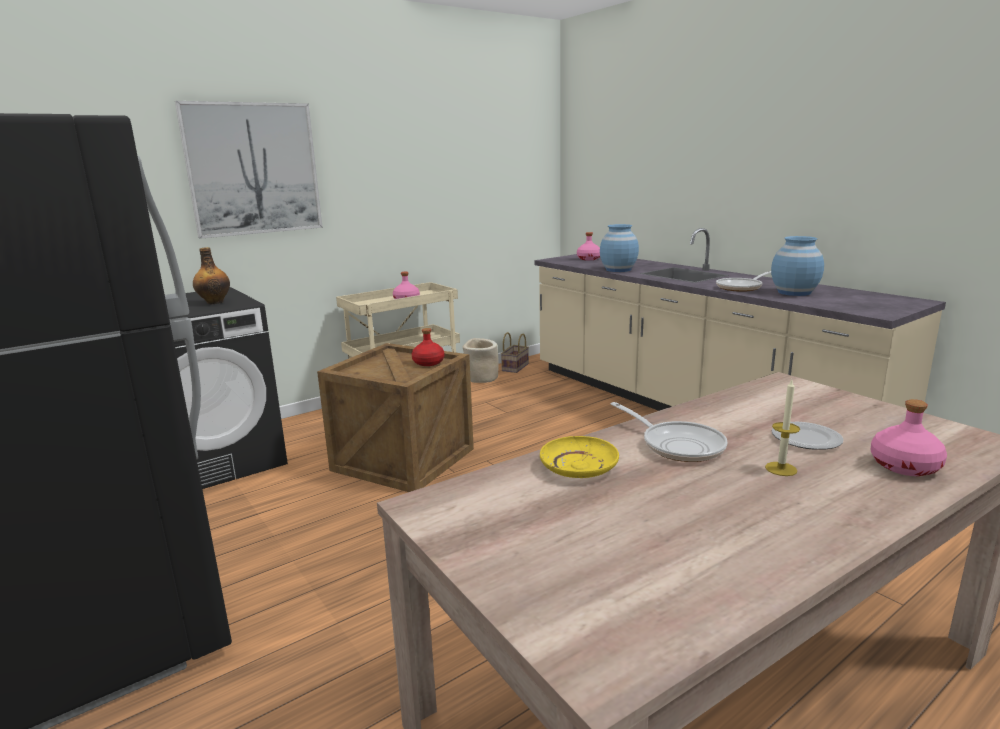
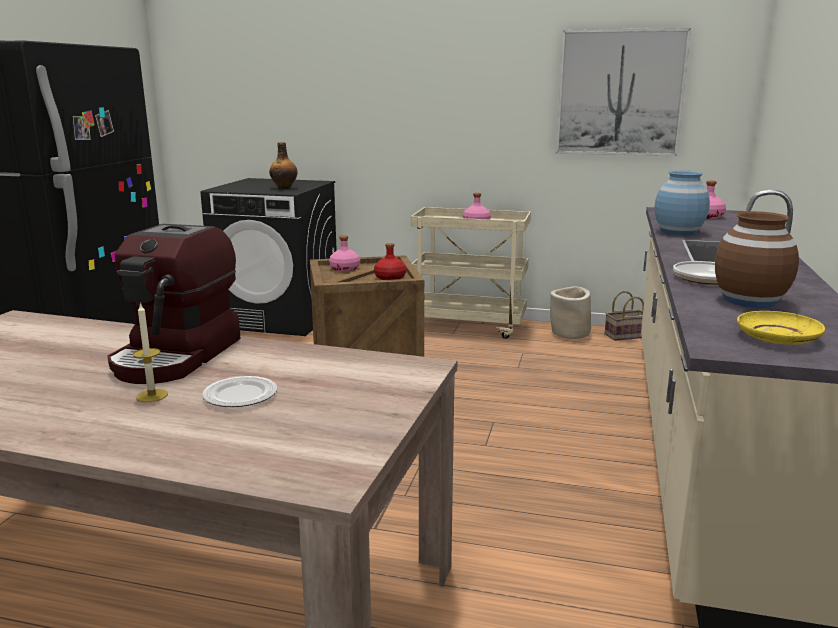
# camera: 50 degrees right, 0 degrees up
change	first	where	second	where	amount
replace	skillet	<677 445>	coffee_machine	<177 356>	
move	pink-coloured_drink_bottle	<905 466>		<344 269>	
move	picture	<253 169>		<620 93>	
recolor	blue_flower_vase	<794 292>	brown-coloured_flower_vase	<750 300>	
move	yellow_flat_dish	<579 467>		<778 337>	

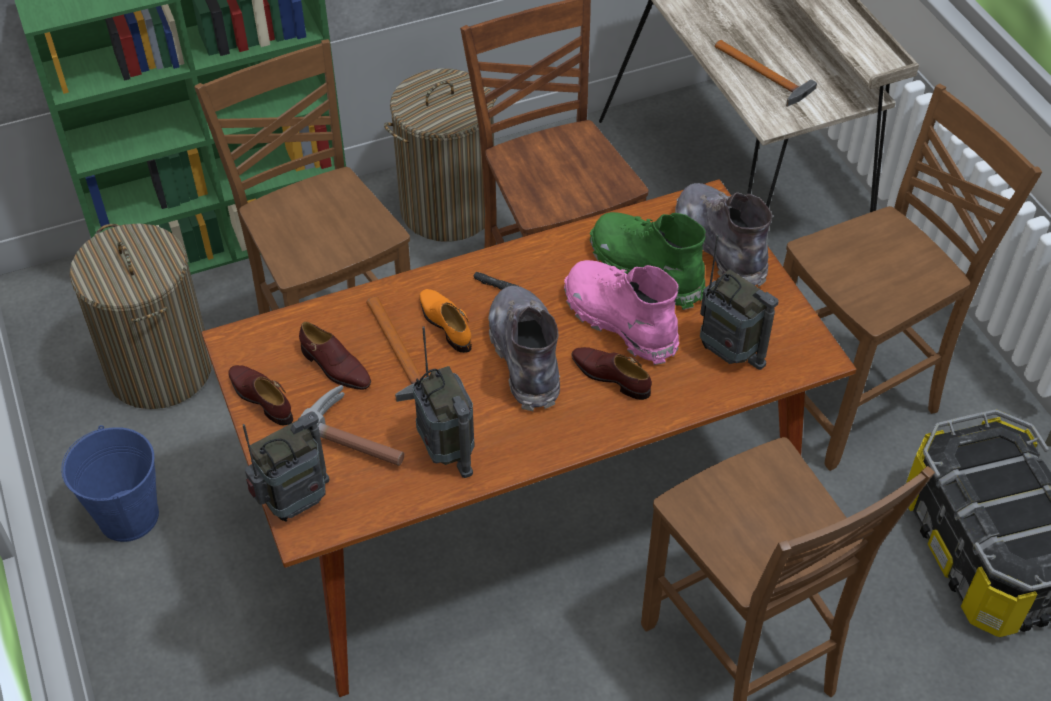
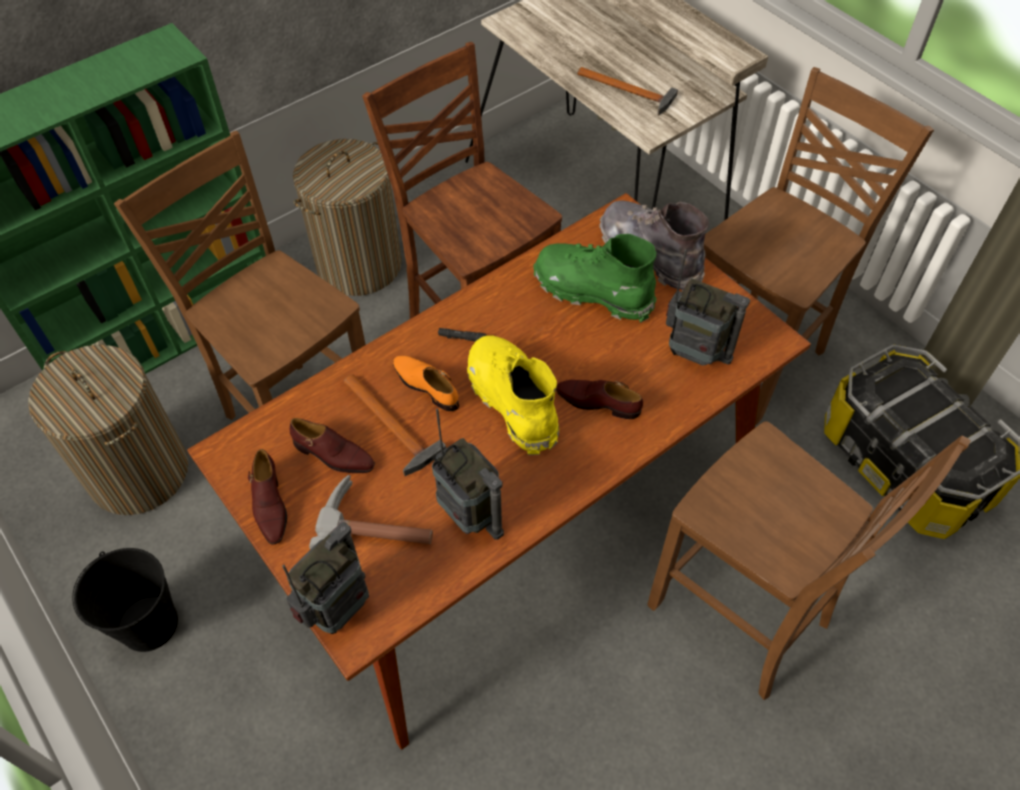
# camera: 15 degrees left, 5 degrees up
change	first	where	second	where	amount
recolor	blue_pail	<129 516>	blackish_pail	<149 623>	
rotate	brown-coloured_shoe	<261 398>		<269 505>	135 degrees counterclockwise
recolor	grey_tall_boot	<525 357>	yellow_tall_boot	<512 401>	
delete	pink-coloured_tall_boot	<620 321>			

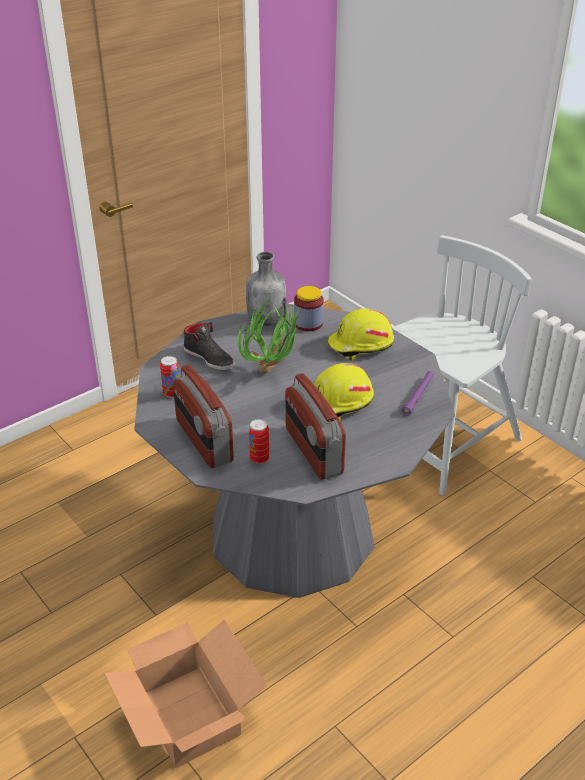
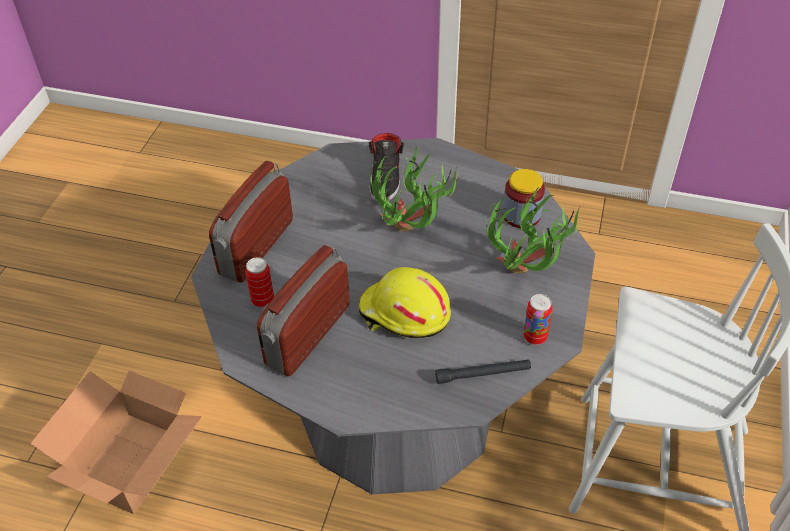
# camera: 55 degrees right, 10 degrees up
change	first	where	second	where	amount
recolor	purple_flashlight	<418 396>	blackish_flashlight	<483 374>	
replace	yellow_work_helmet	<360 345>	plant_in_a_pot	<526 277>	
move	sealed_can	<172 393>		<535 337>	
delete	grey_drink_bottle	<267 320>			

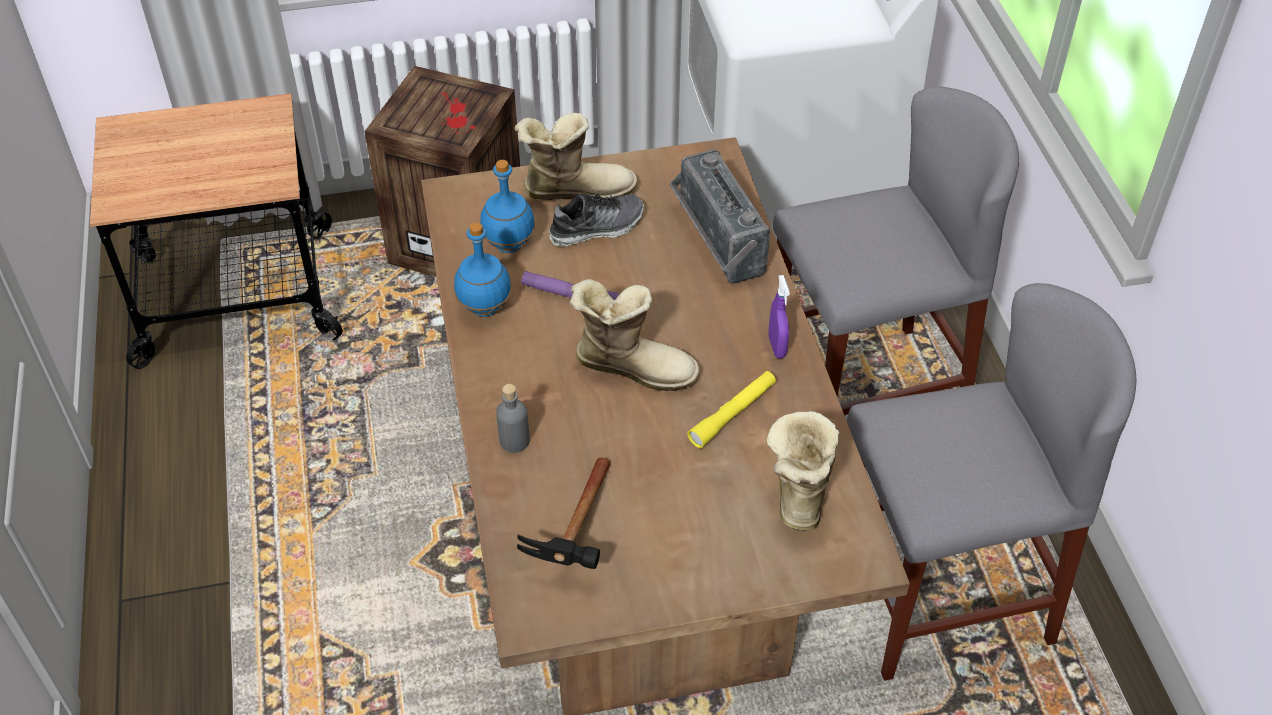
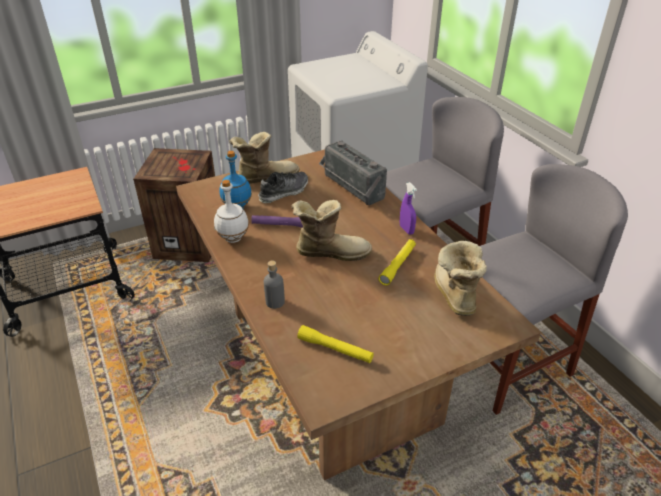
# camera: 15 degrees left, 10 degrees down
change	first	where	second	where	amount
recolor	blue_drink_bottle	<485 307>	white_drink_bottle	<233 238>	
replace	tool_hammer	<577 541>	yellow_flashlight	<335 349>	

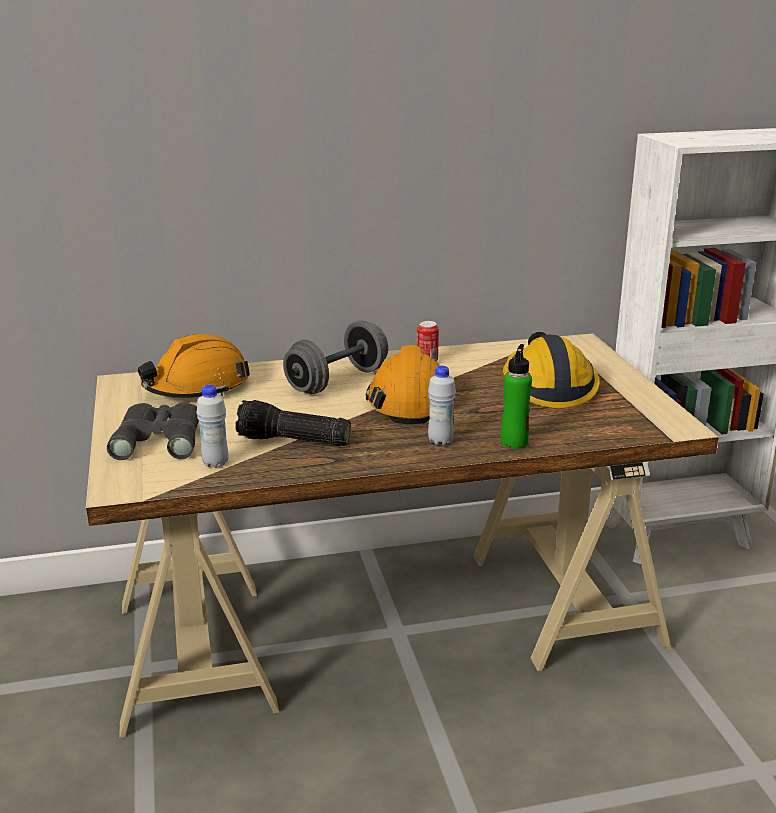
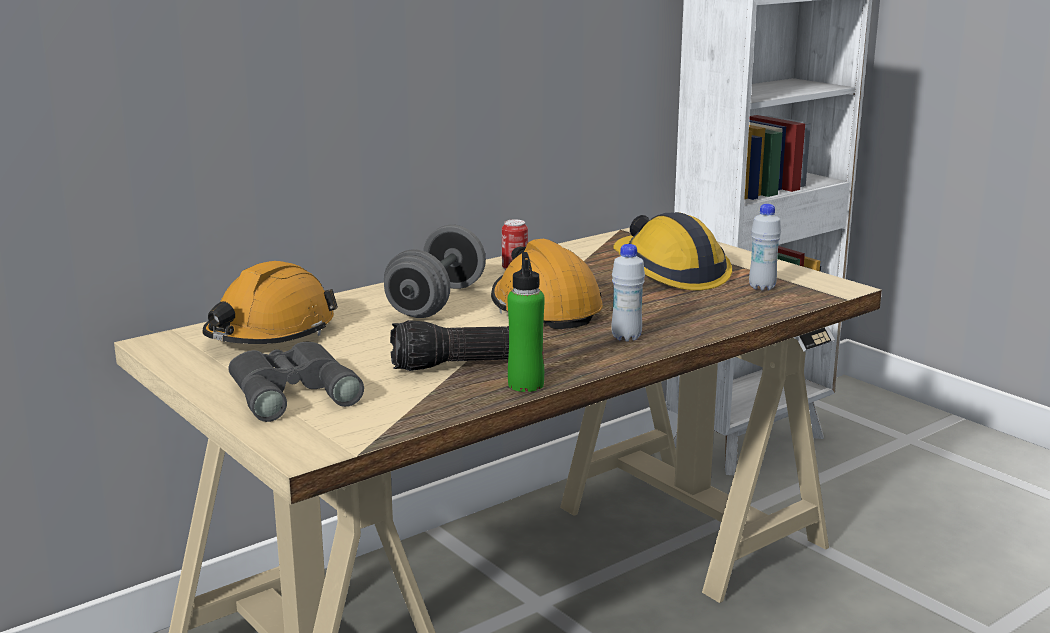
# camera: 25 degrees left, 5 degrees down
change	first	where	second	where	amount
move	green_drink_bottle	<514 442>		<526 384>	
move	white_drink_bottle	<215 463>		<762 287>	

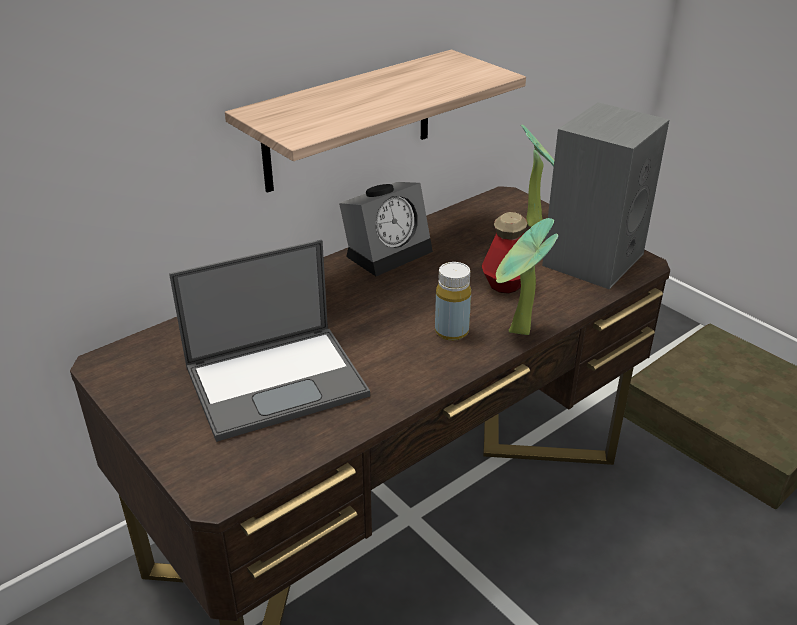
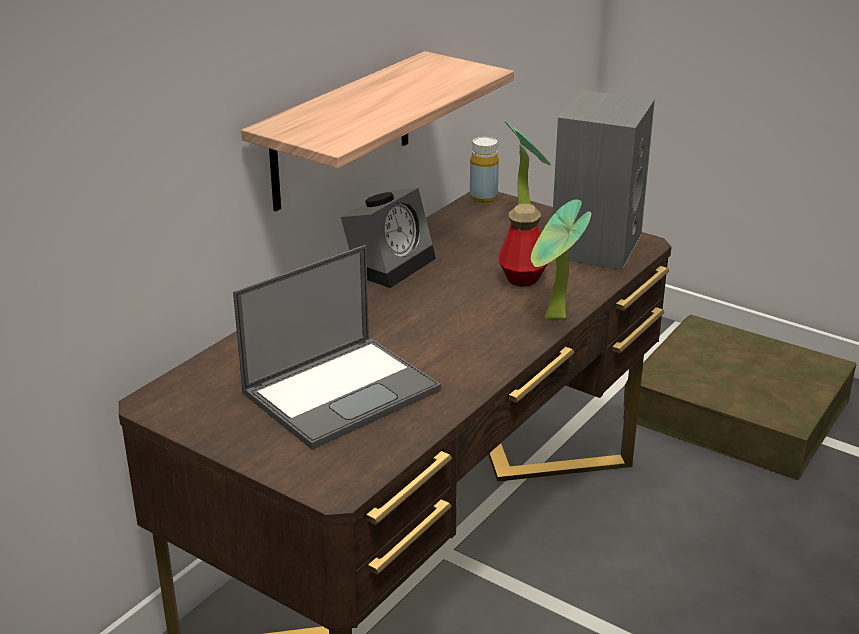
# camera: 15 degrees left, 5 degrees down
change	first	where	second	where	amount
move	yellow_drink_bottle	<451 331>		<483 197>	

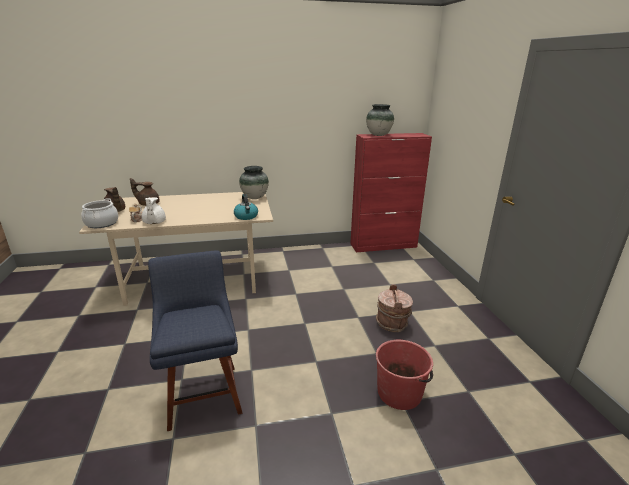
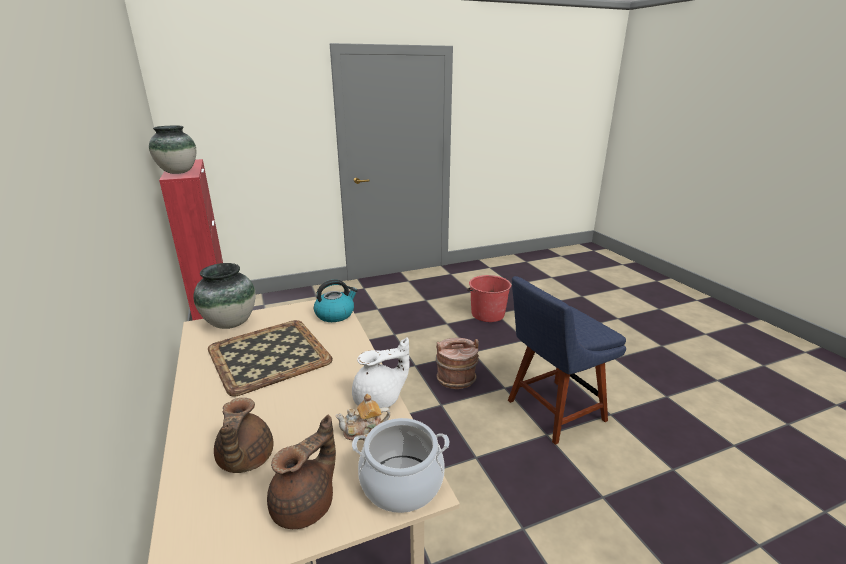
# camera: 100 degrees left, 0 degrees up
change	first	where	second	where	amount
insert			serving_tray	<268 355>	
move	brown-coloured_pail	<392 323>		<456 378>	

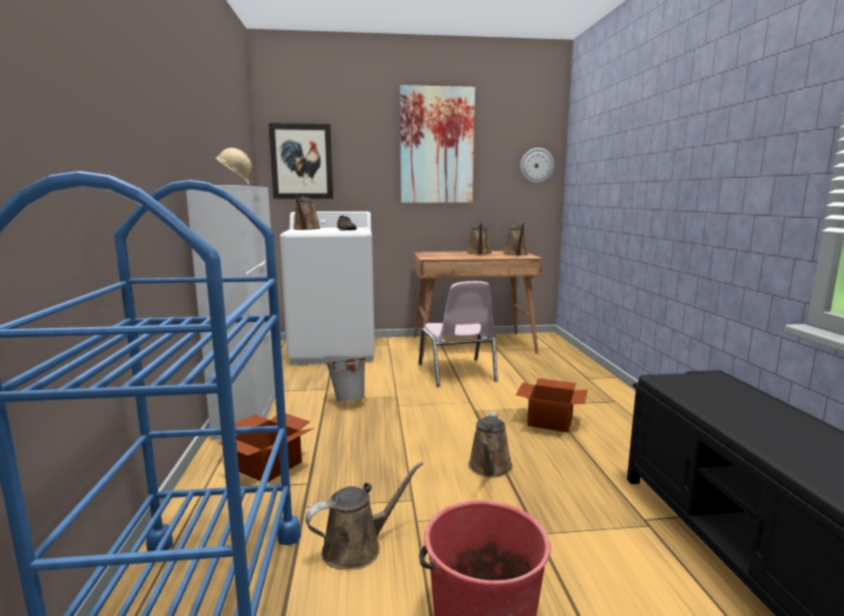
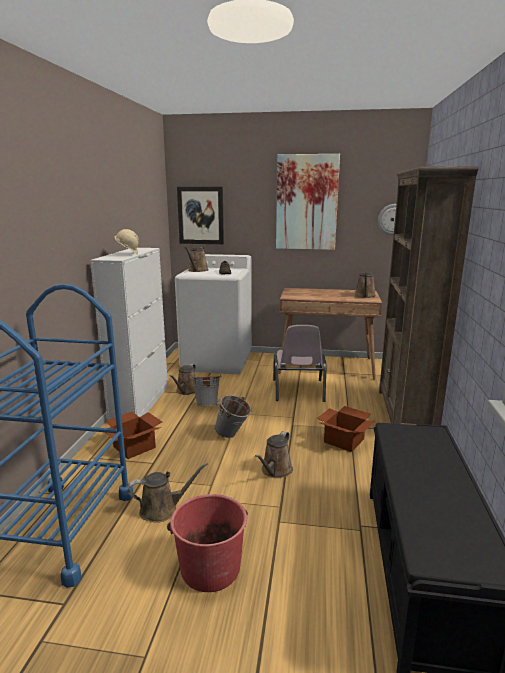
# camera: 15 degrees right, 5 degrees up
change	first	where	second	where	amount
move	brown-coloured_sprinkling_can	<479 253>		<186 391>	
insert			grey_pail	<233 436>	
insert			brown-coloured_bookshelf	<405 414>	

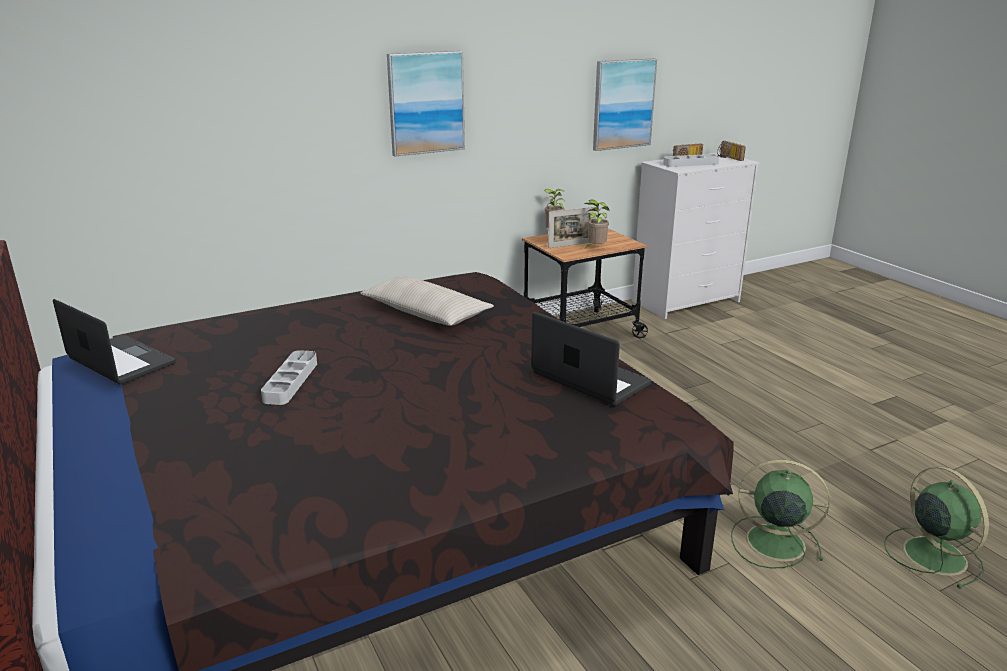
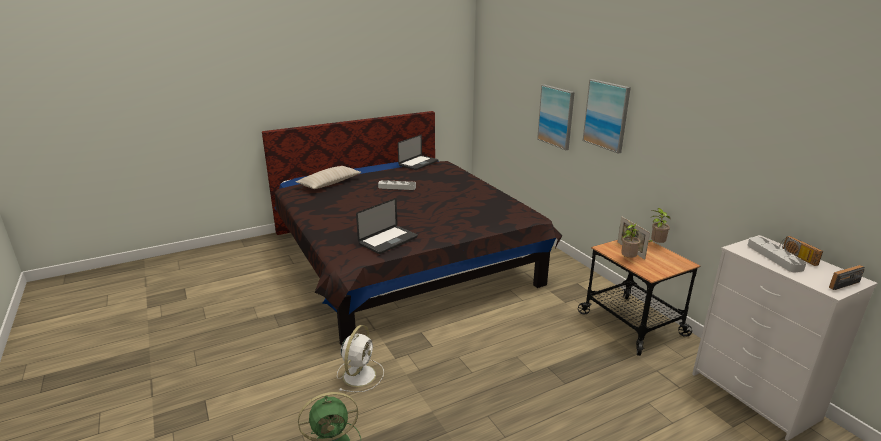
# camera: 90 degrees right, 0 degrees up
change	first	where	second	where	amount
move	beige-coloured_cushion	<426 313>		<329 183>	
recolor	green_fan	<772 542>	white_fan	<360 374>	
move	picture	<623 104>		<556 116>	

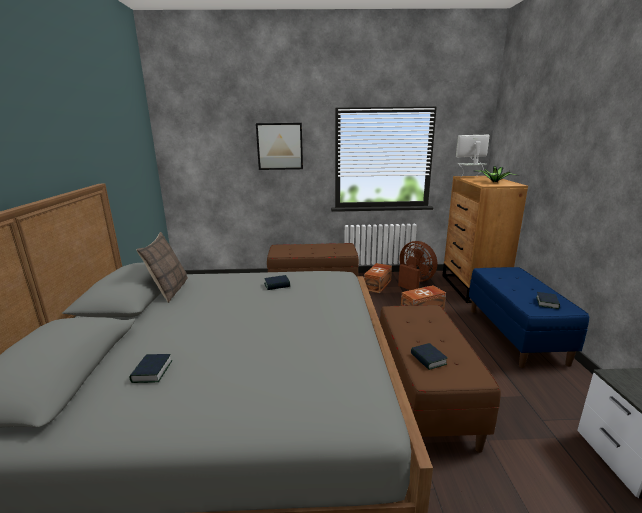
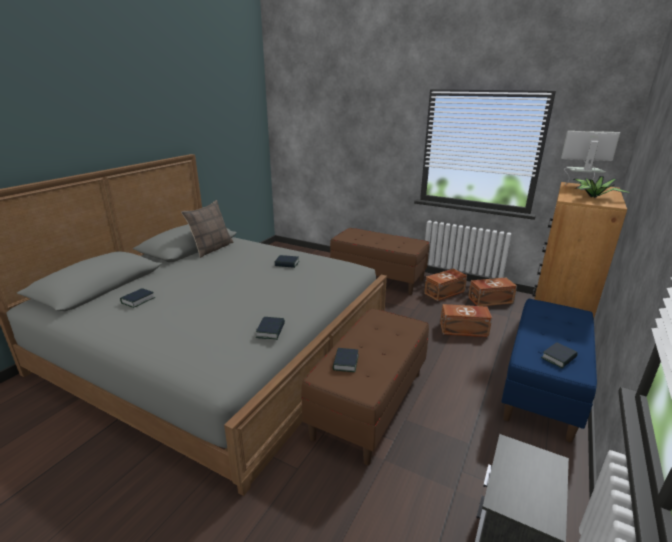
# camera: 30 degrees right, 5 degrees up
change	first	where	second	where	amount
insert			book	<271 331>	
replace	brown-coloured_fan	<414 282>	brown-coloured_storage_box	<489 300>	
delete	picture	<280 146>			

